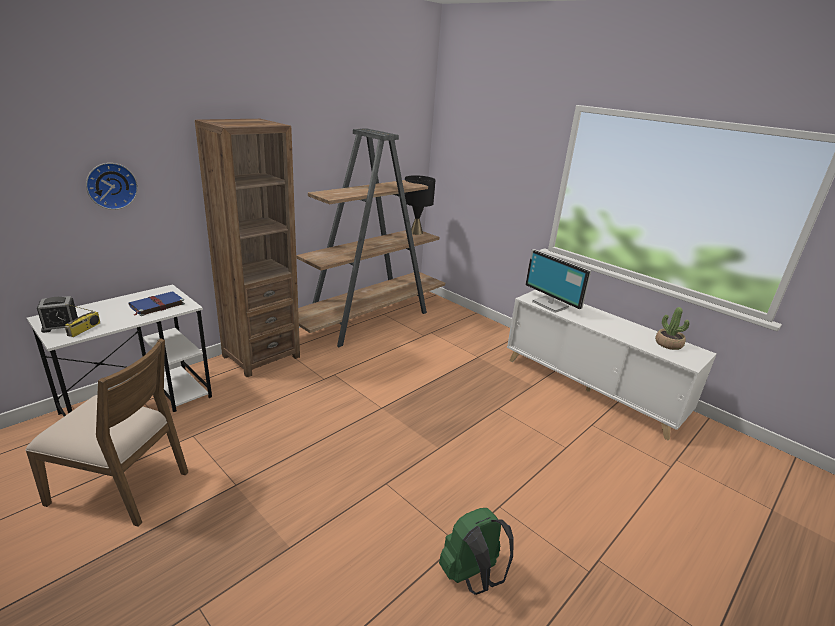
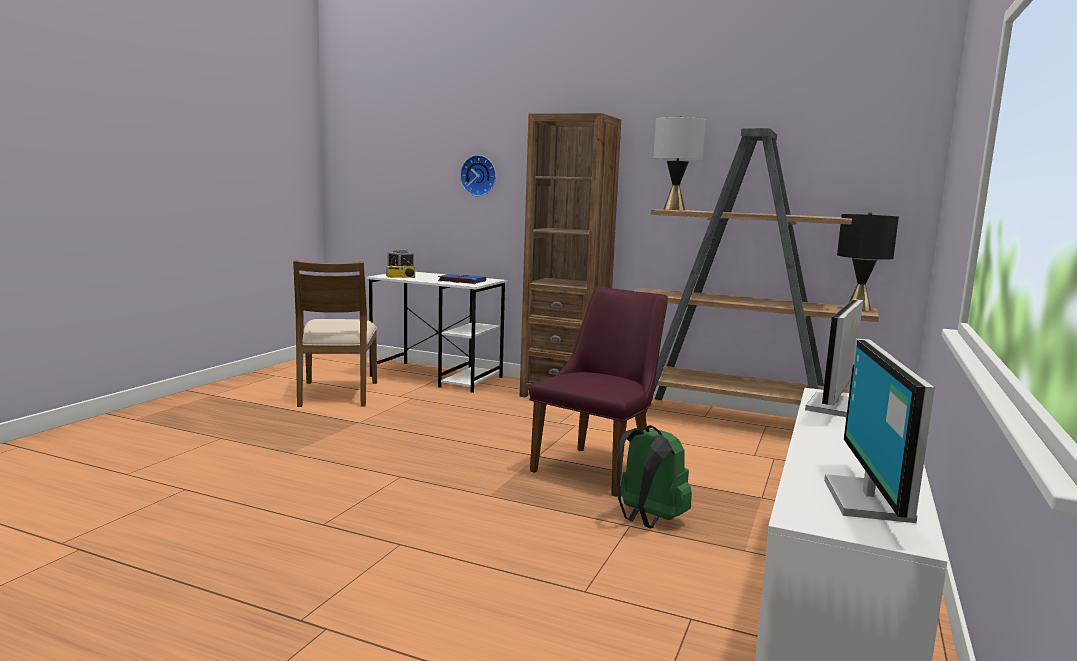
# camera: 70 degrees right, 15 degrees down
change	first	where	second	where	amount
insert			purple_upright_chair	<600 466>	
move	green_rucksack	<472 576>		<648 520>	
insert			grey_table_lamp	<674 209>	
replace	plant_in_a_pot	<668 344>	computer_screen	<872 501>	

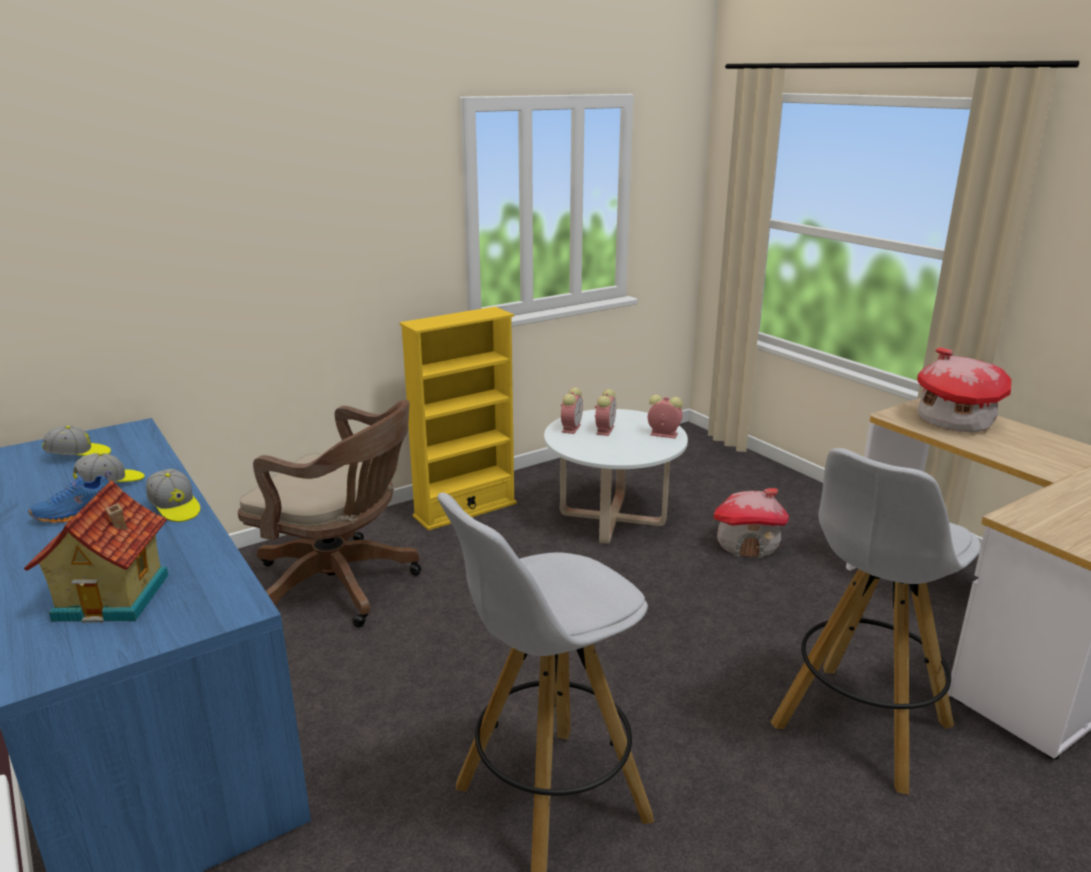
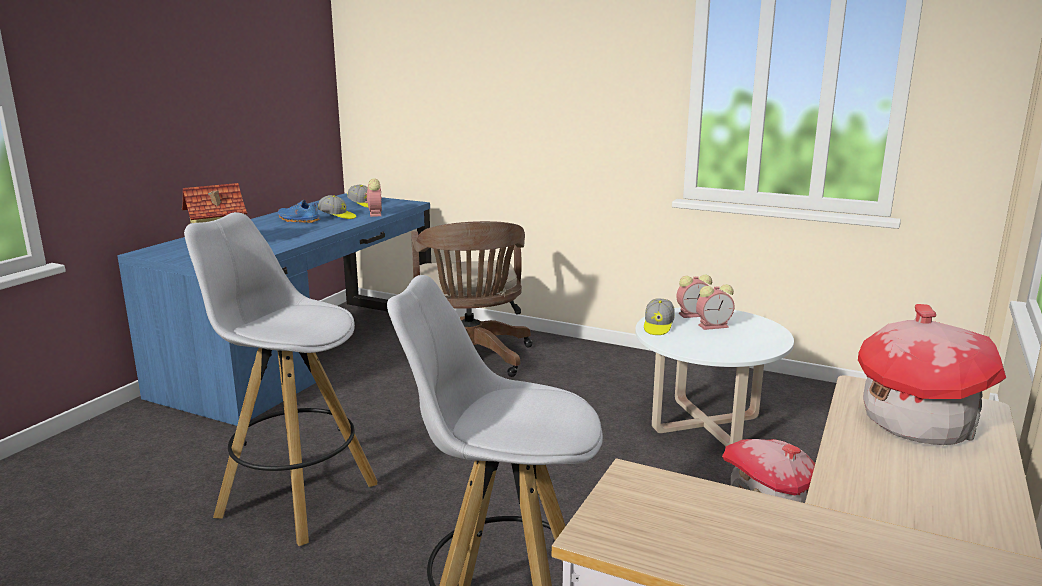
# camera: 60 degrees right, 5 degrees down
change	first	where	second	where	amount
move	table_clock	<662 434>		<375 213>	
move	baseball_cap	<175 508>		<658 326>	
delete	yellow_bookshelf	<465 510>			

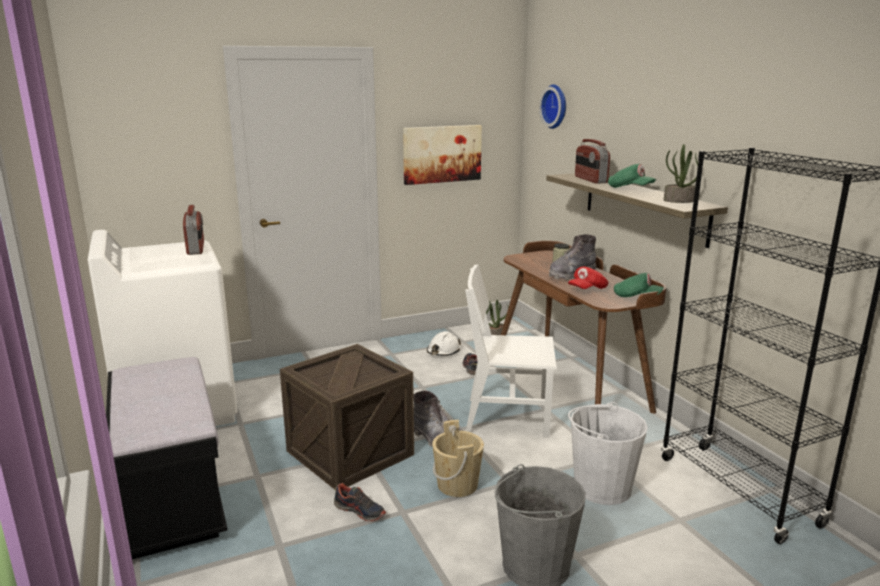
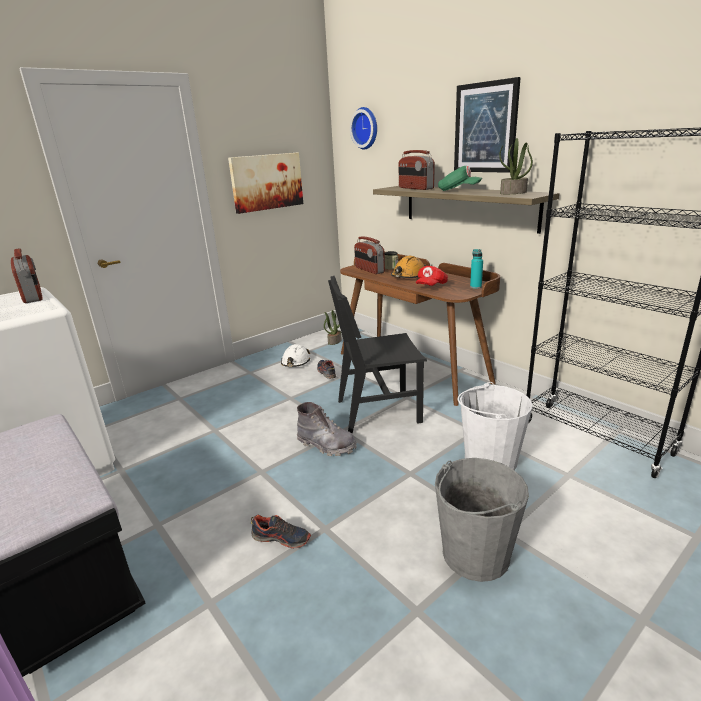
# camera: 15 degrees left, 5 degrees up
change	first	where	second	where	amount
recolor	white_upright_chair	<507 417>	blackish_upright_chair	<378 411>	
insert			radio_receiver	<369 270>	
replace	grey_tall_boot	<571 275>	orange_work_helmet	<408 276>	
insert			picture	<485 128>	
replace	green_baseball_cap	<636 297>	blue-green_drink_bottle	<475 287>	
delete	packing_crate	<350 453>			
delete	beige-coloured_pail	<457 485>			

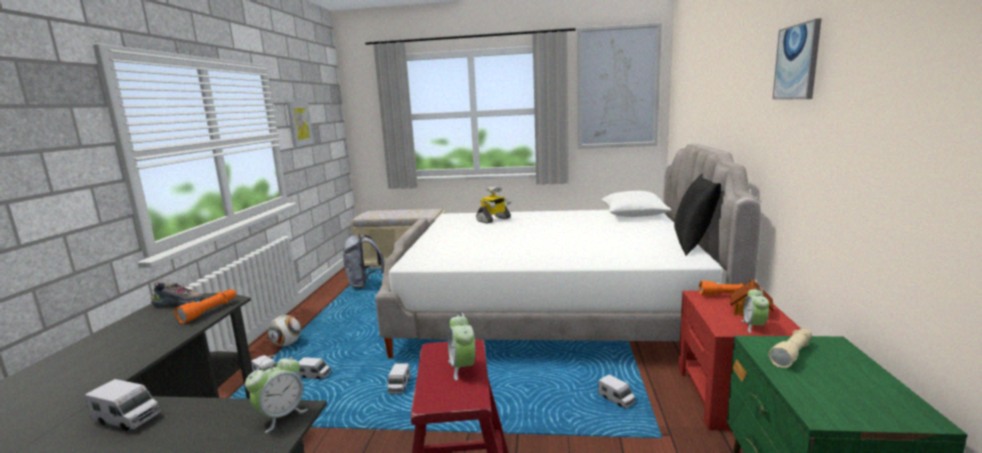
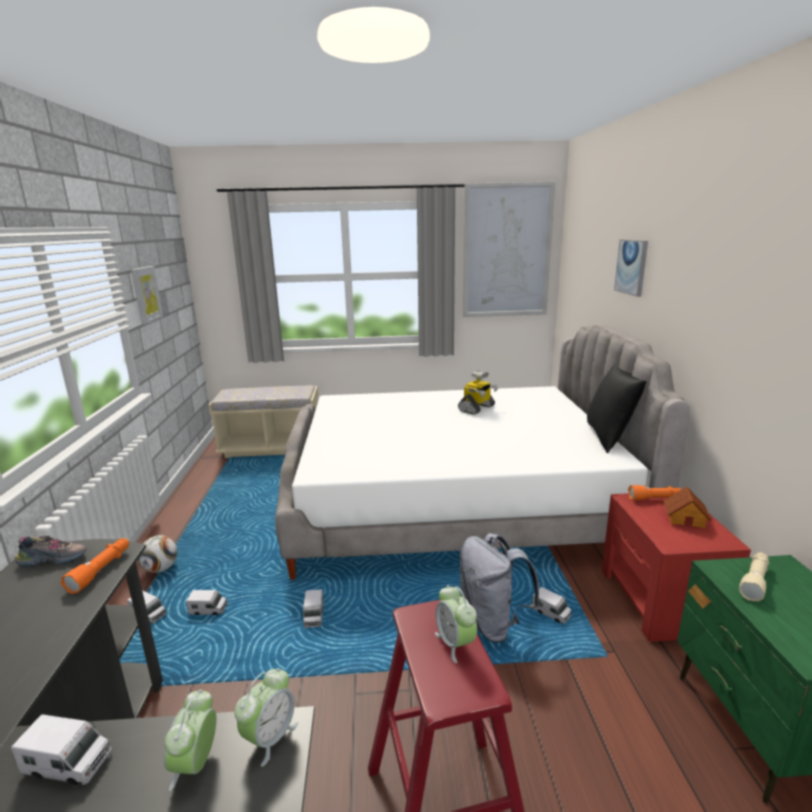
# camera: 10 degrees left, 5 degrees up
change	first	where	second	where	amount
move	table_clock	<754 326>		<196 763>	
move	toy_robot	<494 220>		<477 408>	
move	grey_rucksack	<364 284>		<493 623>	
move	picture	<797 62>		<631 267>	
delete	white_cushion	<634 215>			

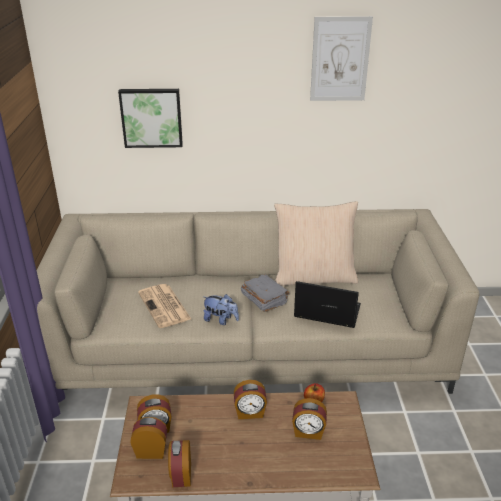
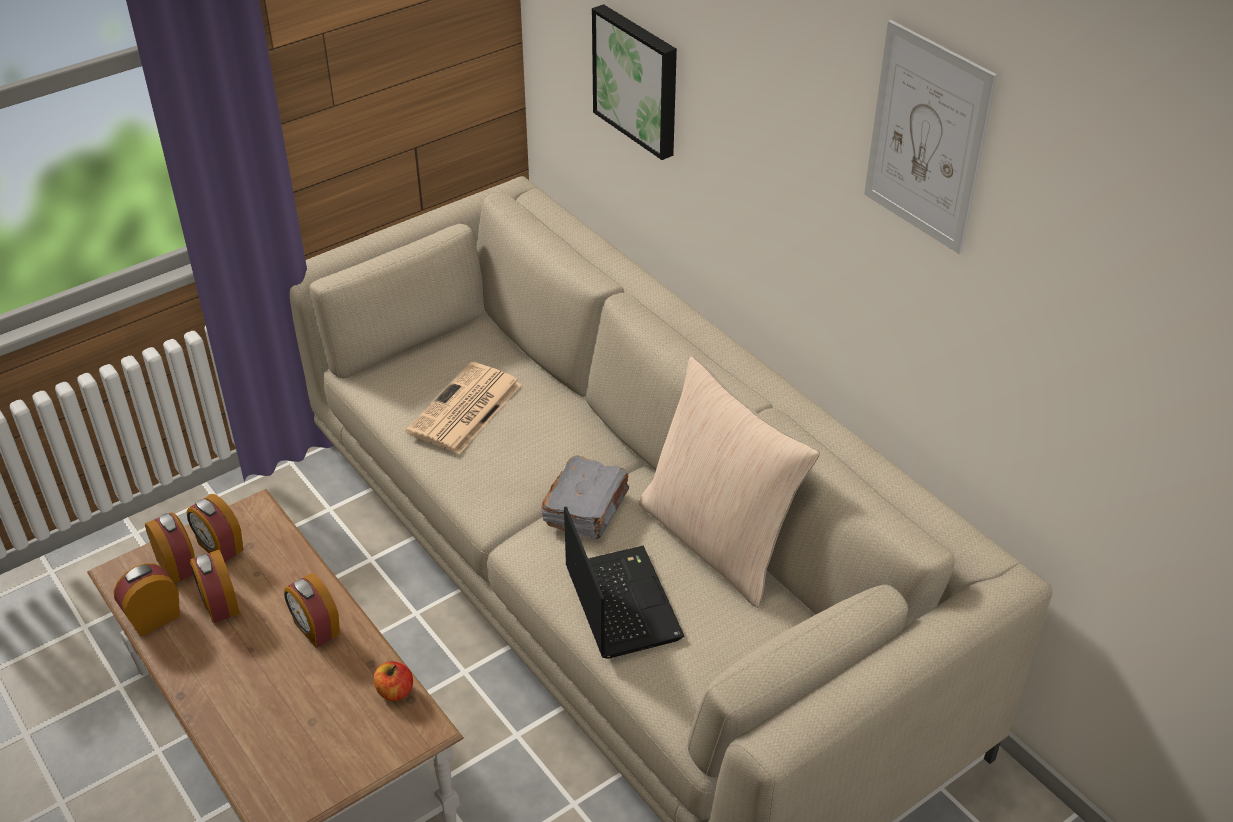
# camera: 55 degrees right, 10 degrees up
change	first	where	second	where	amount
move	table_clock	<308 432>		<219 604>	
delete	soft_toy	<221 320>			

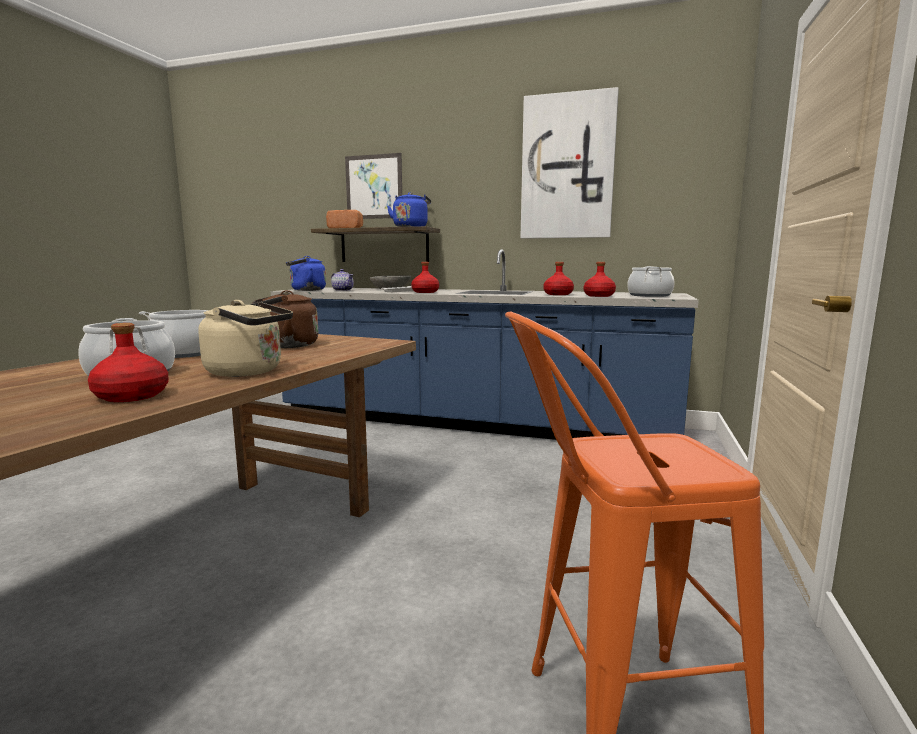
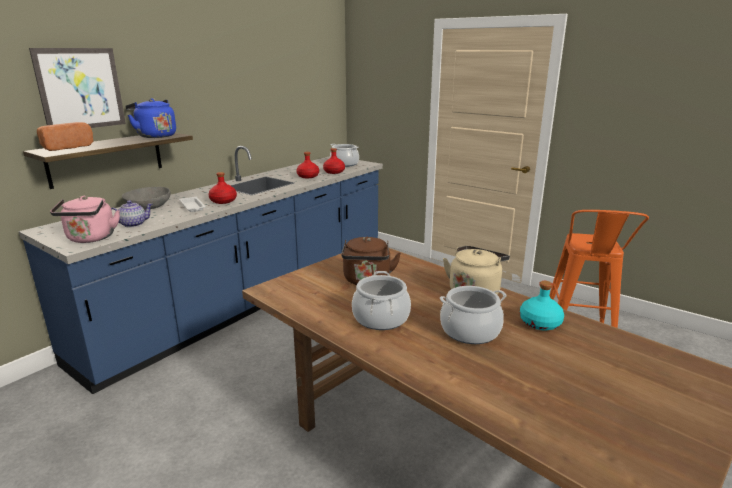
# camera: 70 degrees left, 10 degrees up
change	first	where	second	where	amount
recolor	blue_water_kettle	<306 290>	pink-coloured_water_kettle	<91 239>	
recolor	red-coloured_drink_bottle	<131 396>	blue-green_drink_bottle	<539 323>	
delete	picture	<567 167>			

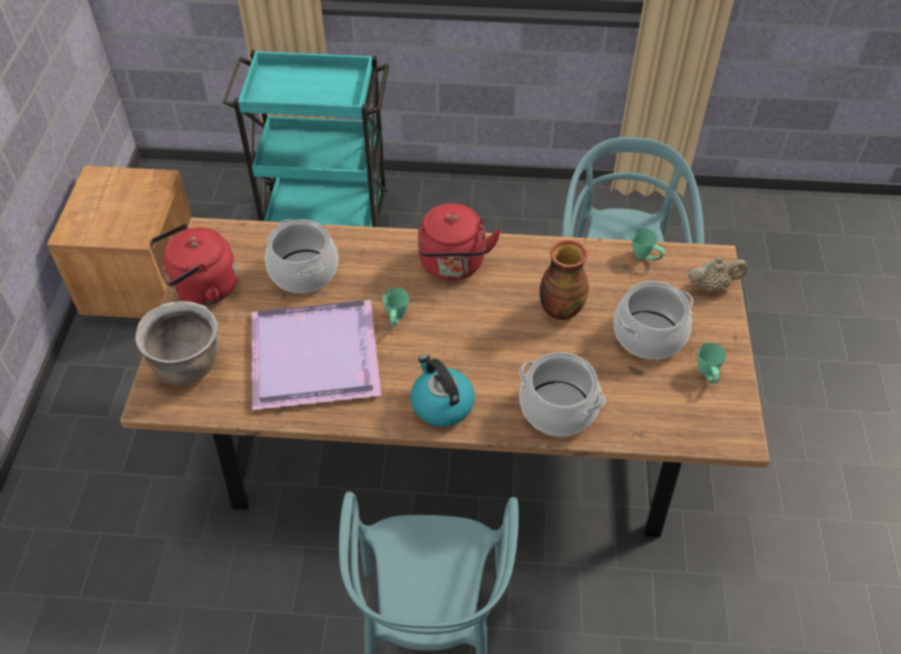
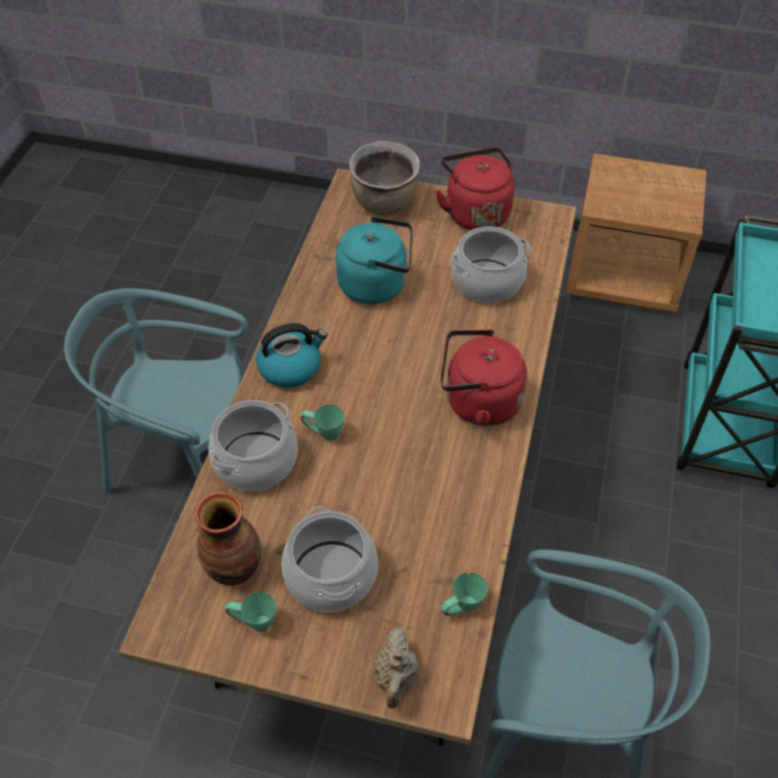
# camera: 100 degrees right, 0 degrees up
change	first	where	second	where	amount
move	flower_vase	<560 308>		<235 567>	
move	green_tea_mug	<396 320>		<323 433>	
replace	purple_serving_tray	<317 353>	blue-green_water_kettle	<377 284>	

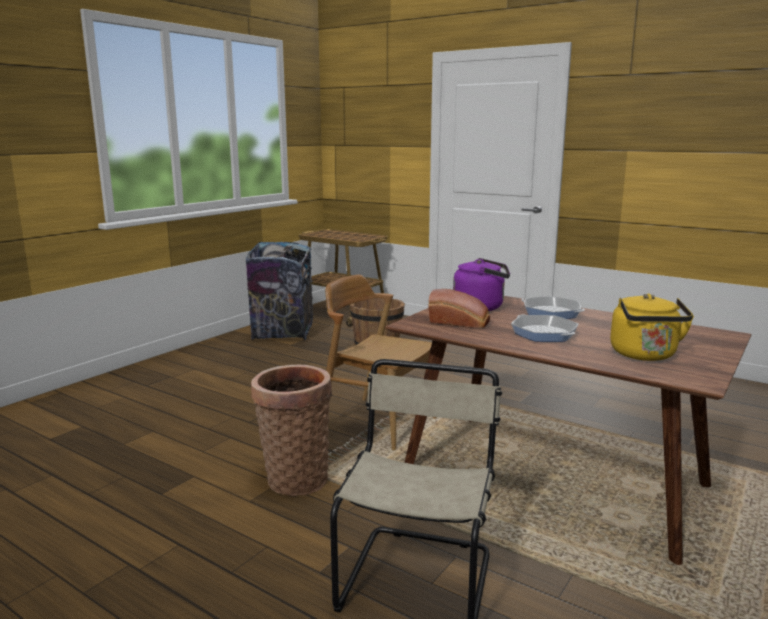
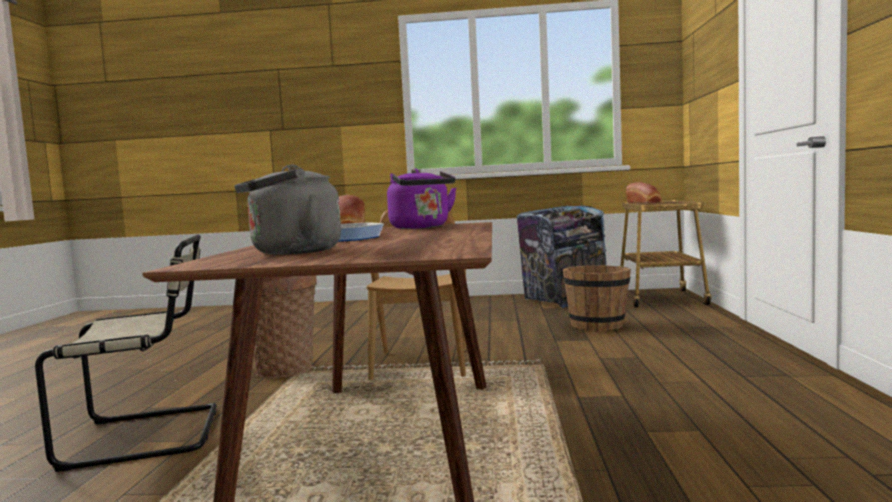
# camera: 60 degrees right, 10 degrees down
change	first	where	second	where	amount
recolor	yellow_water_kettle	<645 355>	grey_water_kettle	<291 252>	
insert			bakery_bread	<644 202>	
delete	skillet	<551 313>			

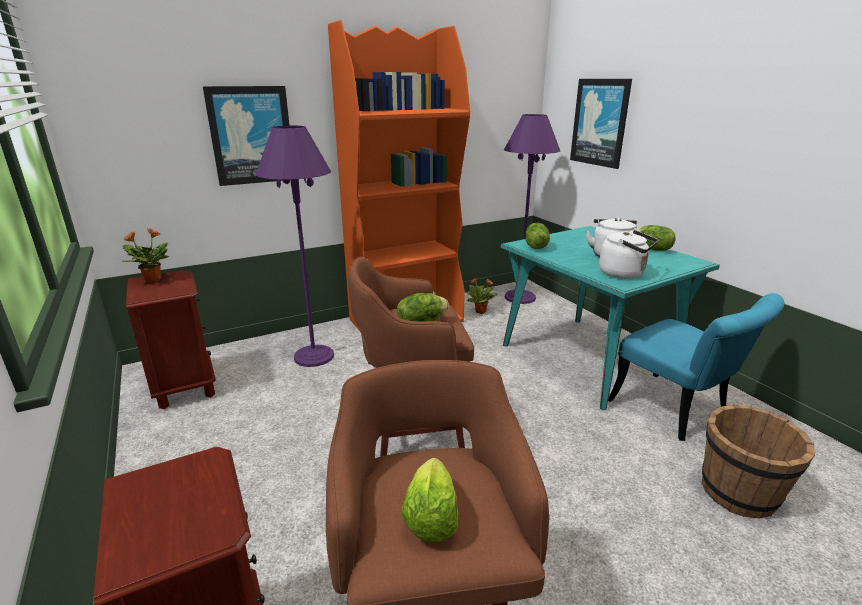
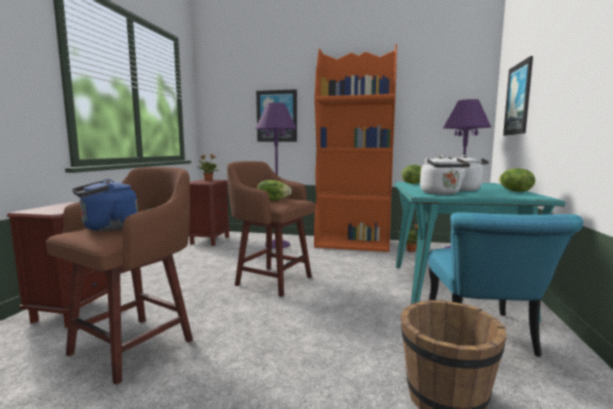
# camera: 40 degrees right, 15 degrees down
change	first	where	second	where	amount
replace	head_of_lettuce	<431 517>	blue_water_kettle	<107 228>	

